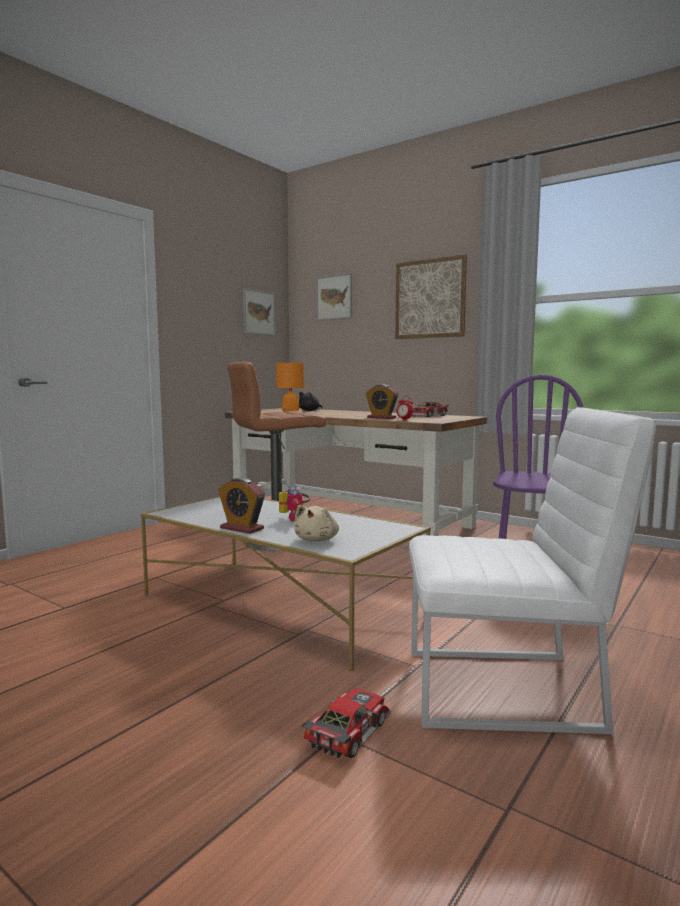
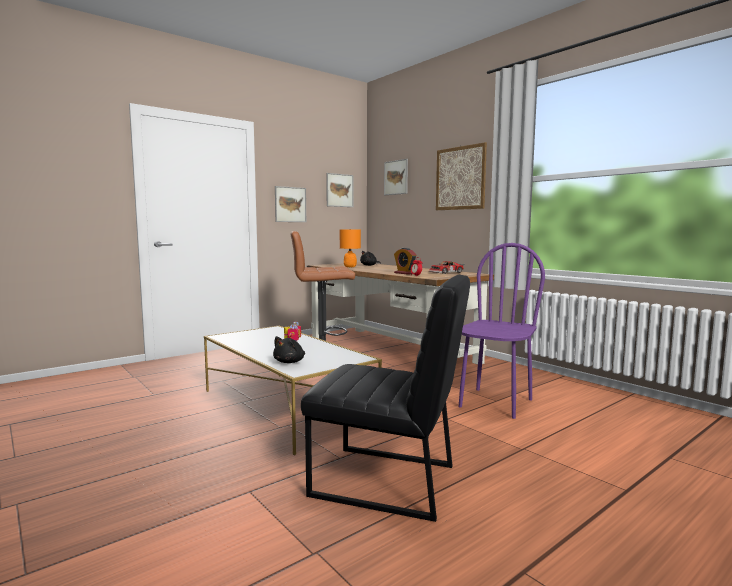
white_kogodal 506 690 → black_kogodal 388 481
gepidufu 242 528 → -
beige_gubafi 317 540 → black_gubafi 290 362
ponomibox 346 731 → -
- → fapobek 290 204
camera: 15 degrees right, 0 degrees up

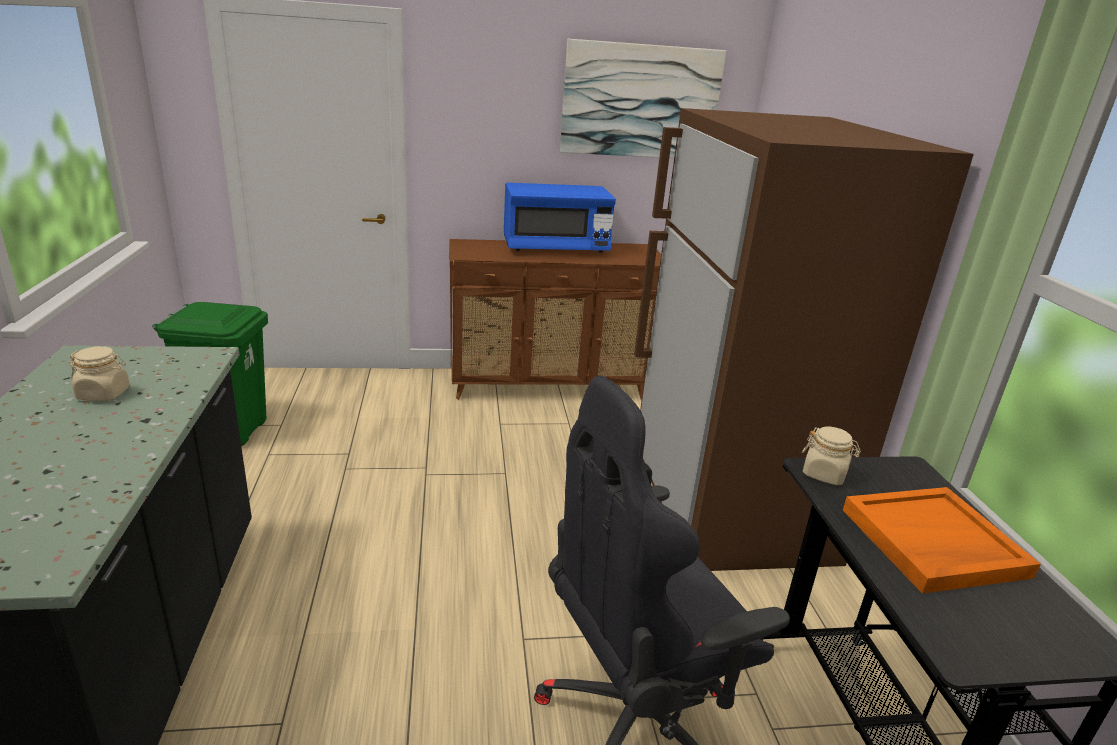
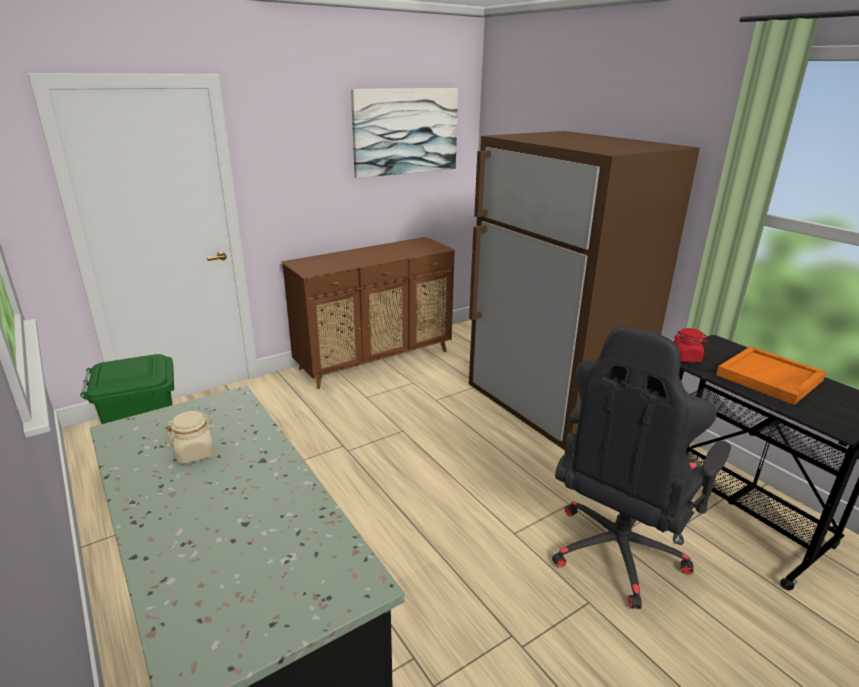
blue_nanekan 555 248 → -
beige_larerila 824 474 → red_larerila 686 358
camera: 25 degrees left, 0 degrees up

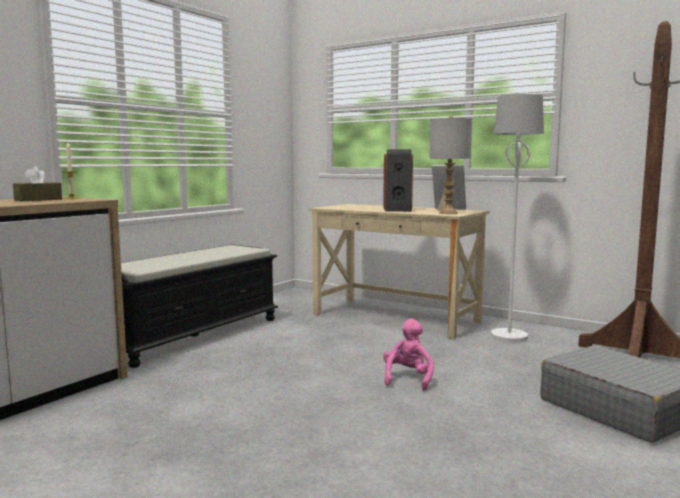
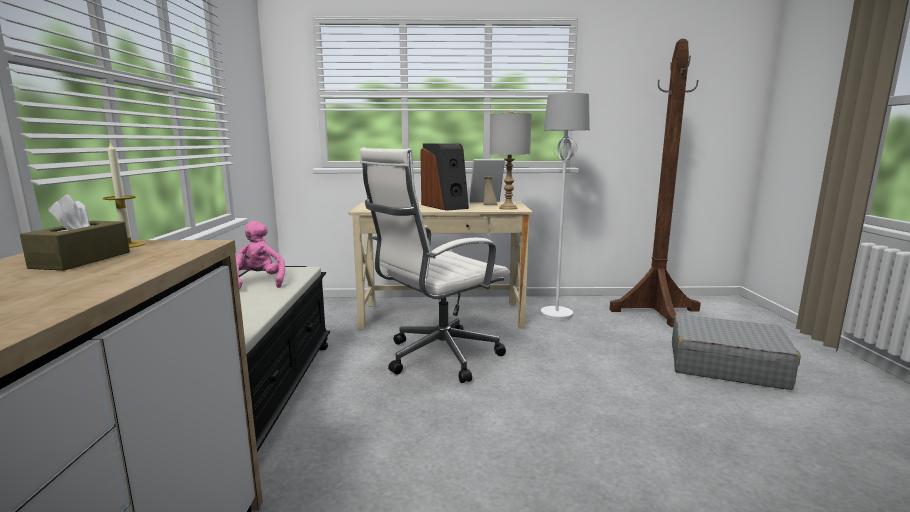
pink_gubafi 408 379 → pink_gubafi 258 282, move
- → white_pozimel 437 357
camera: 35 degrees left, 5 degrees up

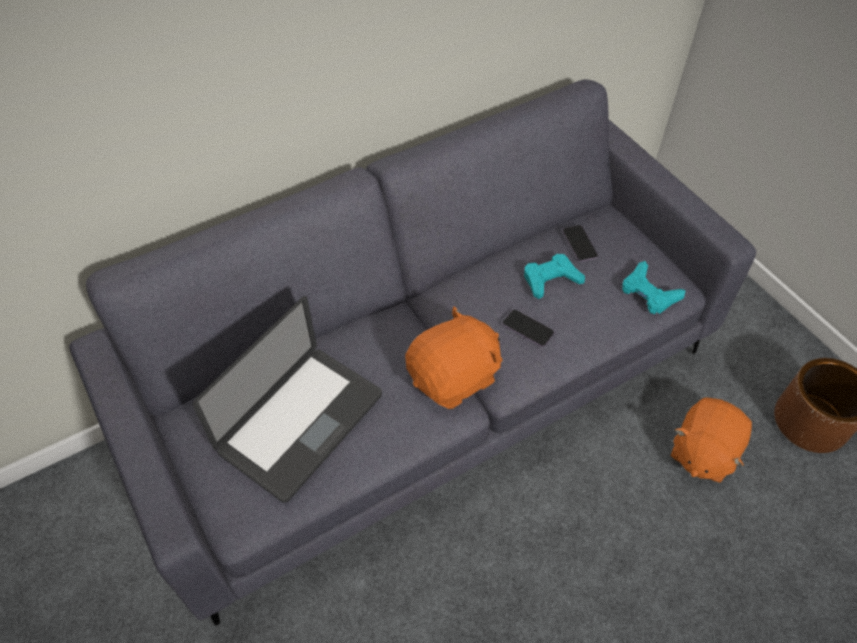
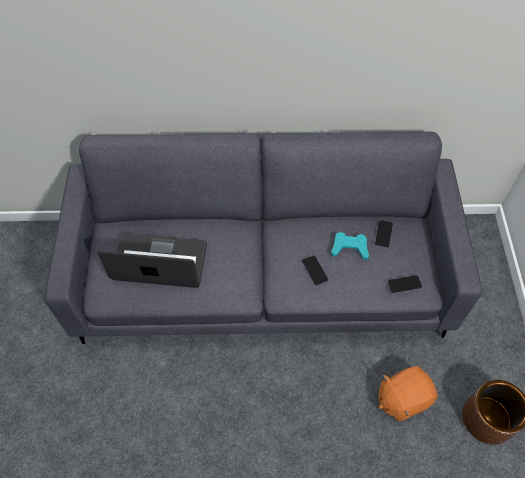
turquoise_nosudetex 649 293 → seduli 404 285
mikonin 301 423 → mikonin 159 262, 150 degrees counterclockwise
orange_gubafi 454 377 → -
camera: 30 degrees right, 5 degrees up

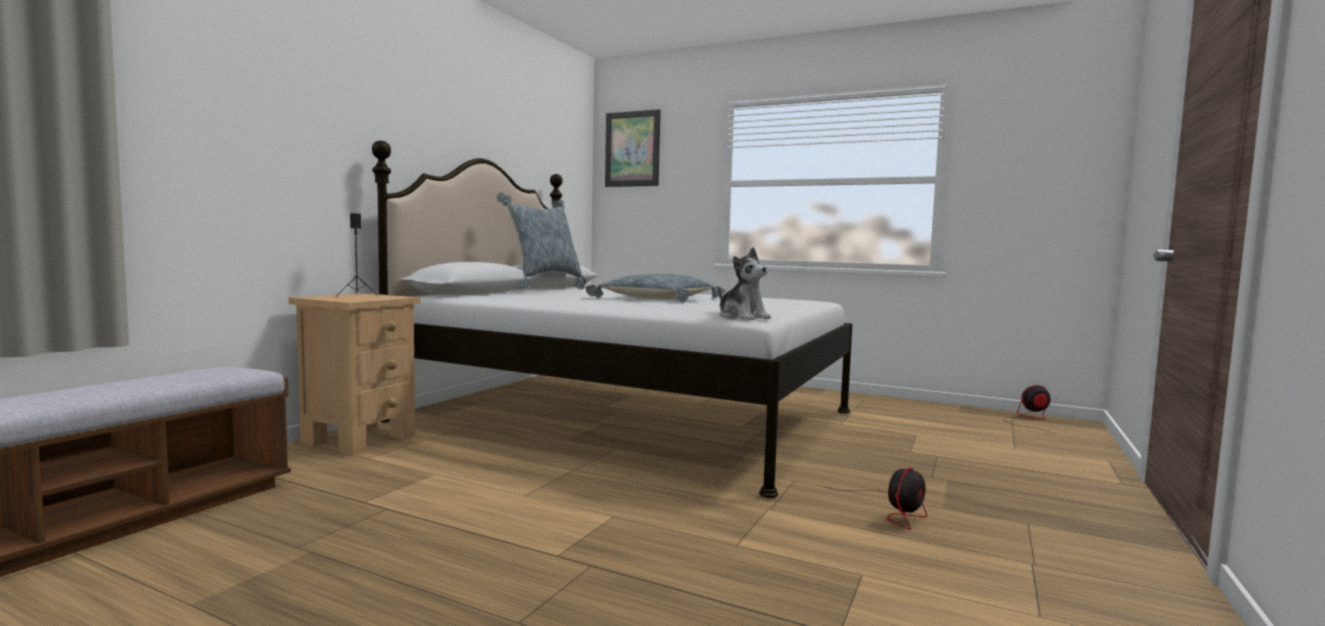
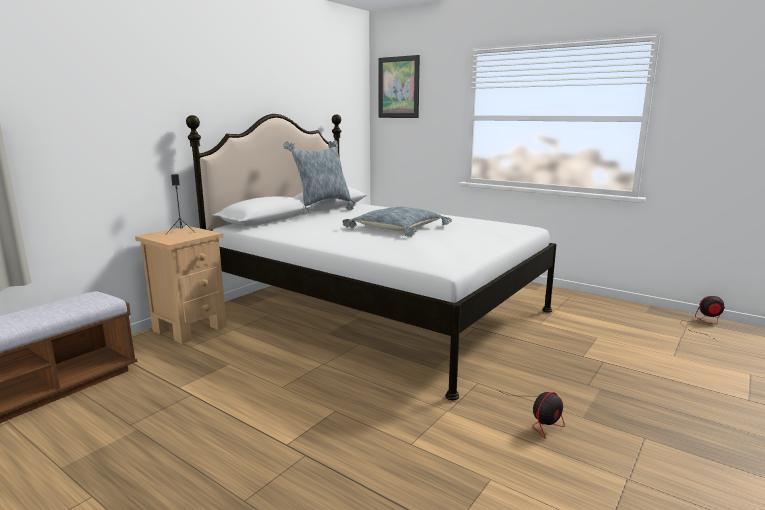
gubafi 742 317 → -
camera: 10 degrees right, 10 degrees up

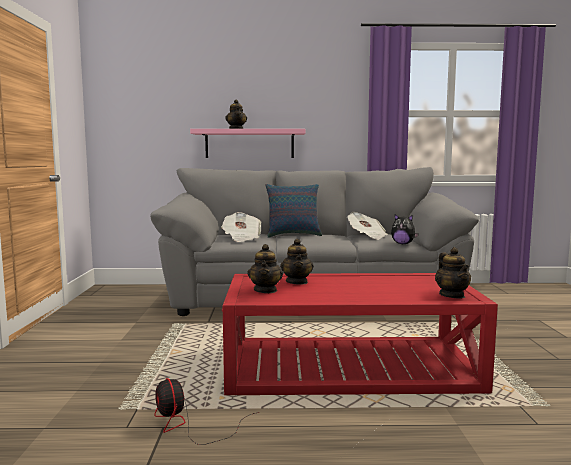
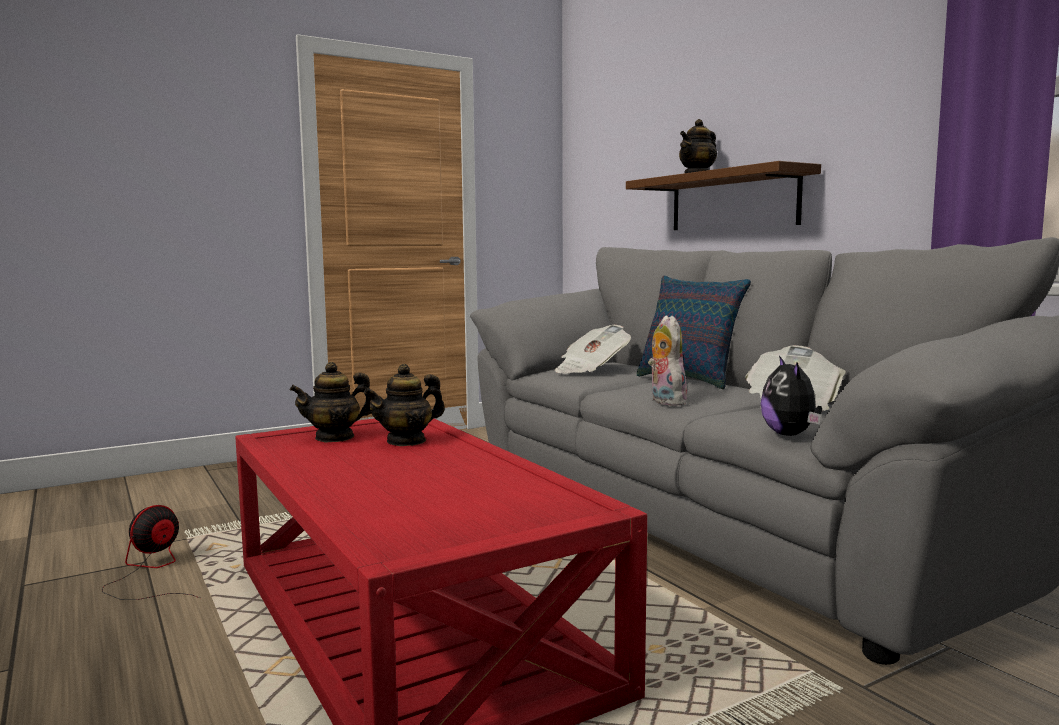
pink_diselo 249 144 → brown_diselo 732 201
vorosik 452 295 → -
- → gubafi 665 401
camera: 60 degrees right, 0 degrees up

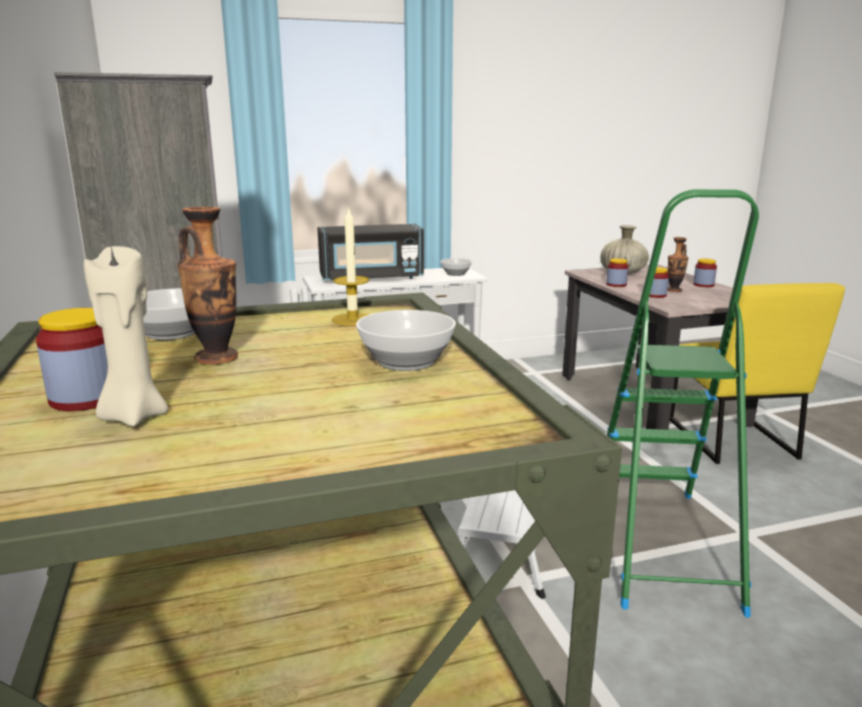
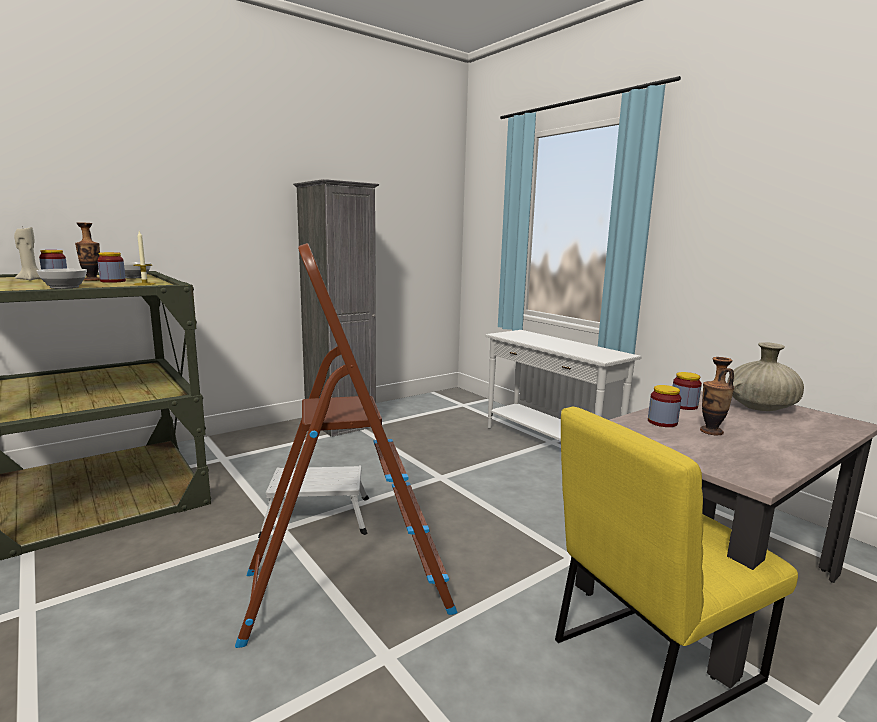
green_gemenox 659 543 → brown_gemenox 349 592
black_nanekan 371 278 → -
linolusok 456 274 → -
larerila 703 285 → larerila 113 281, move
camera: 70 degrees right, 5 degrees down

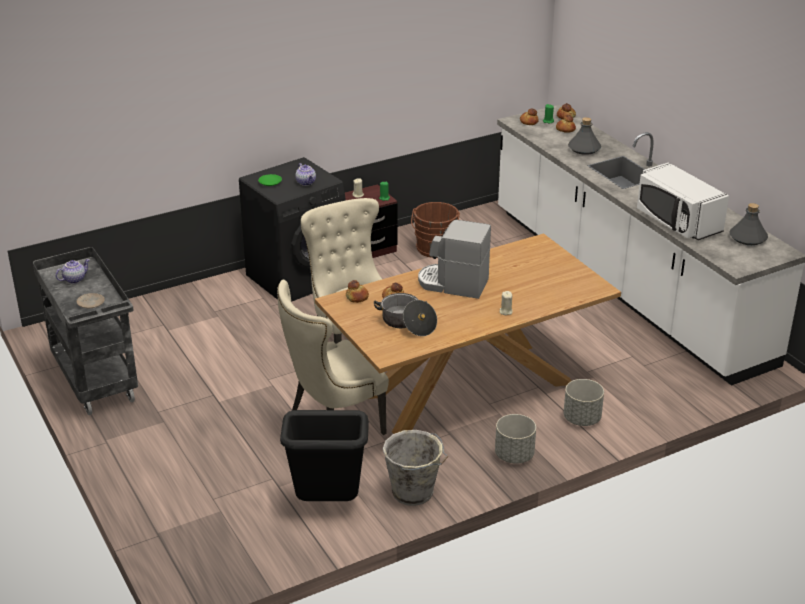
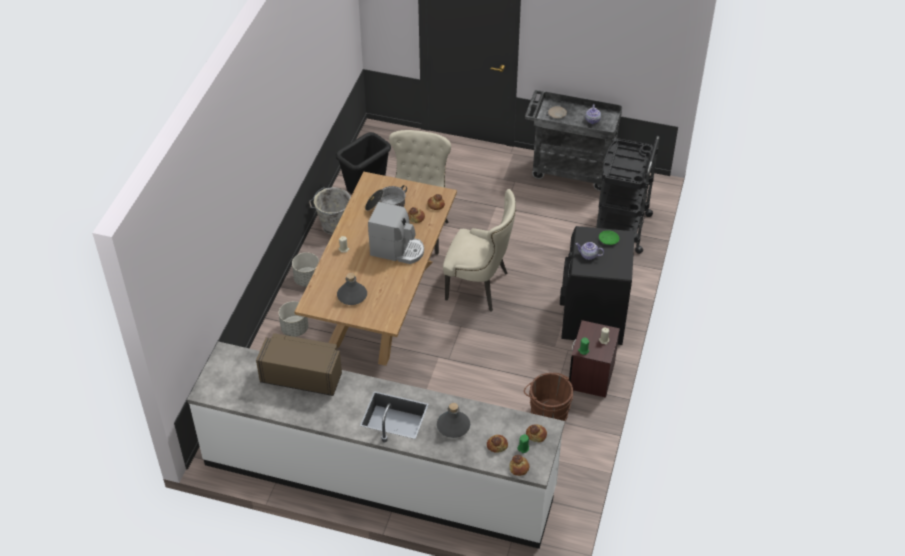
white_nanekan 677 222 → brown_nanekan 302 376
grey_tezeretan 748 238 → grey_tezeretan 352 296, move
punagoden 453 284 → punagoden 397 250, 45 degrees clockwise
- → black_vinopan 620 229
camera: 135 degrees right, 15 degrees up

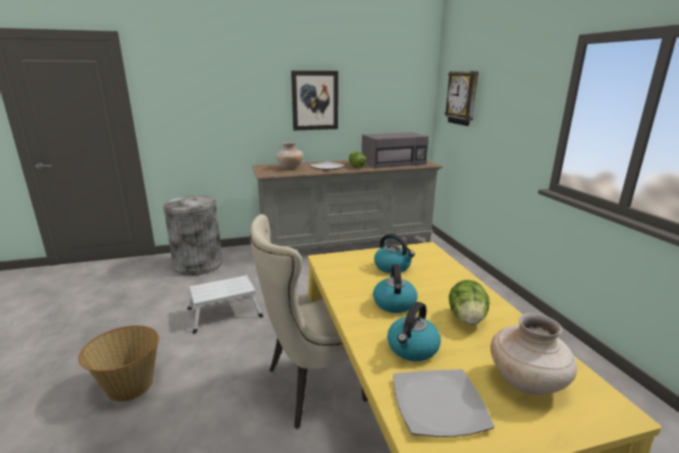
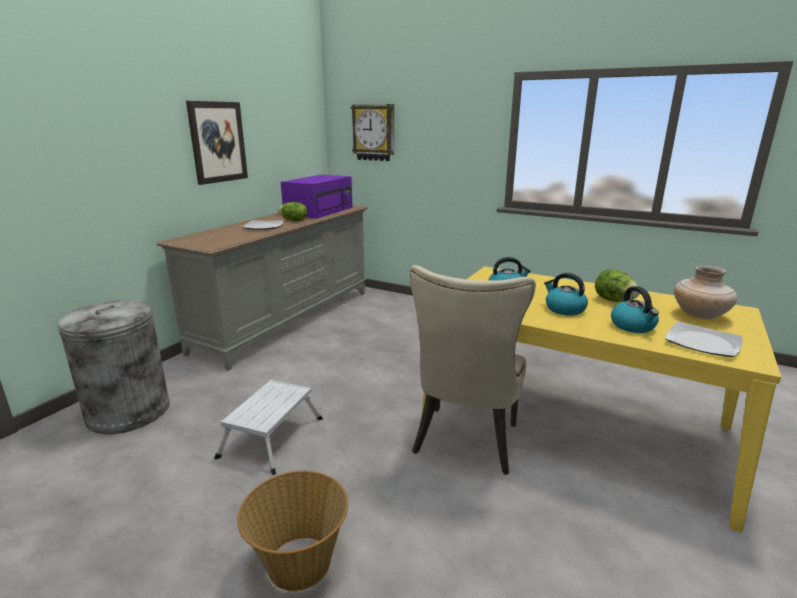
grey_nanekan 394 163 → purple_nanekan 319 211
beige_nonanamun 290 167 → -
camera: 45 degrees left, 0 degrees up

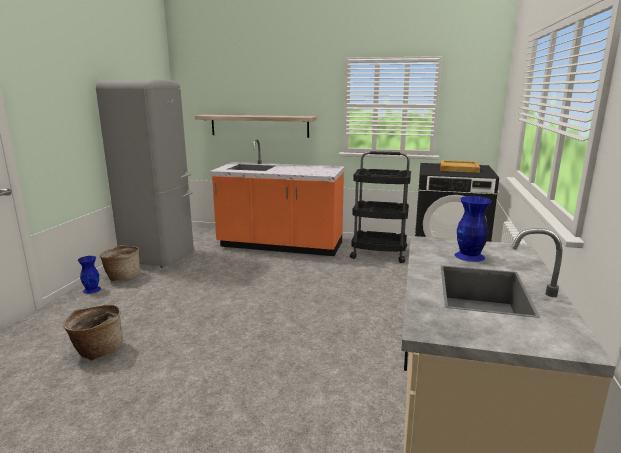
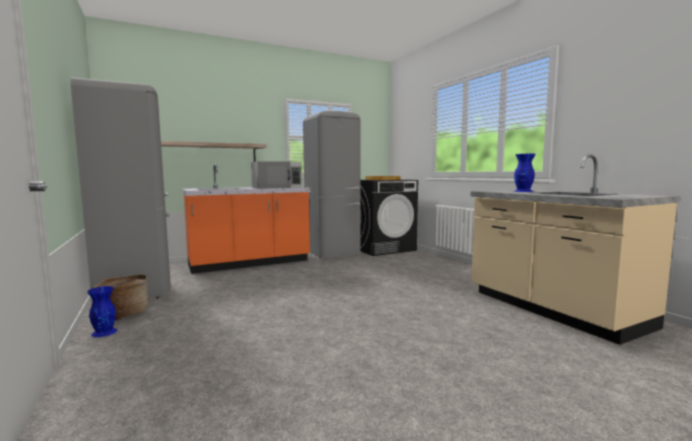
black_vinopan 378 253 → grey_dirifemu 334 253
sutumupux 97 350 → -
- → white_nanekan 277 187
camera: 40 degrees left, 10 degrees down

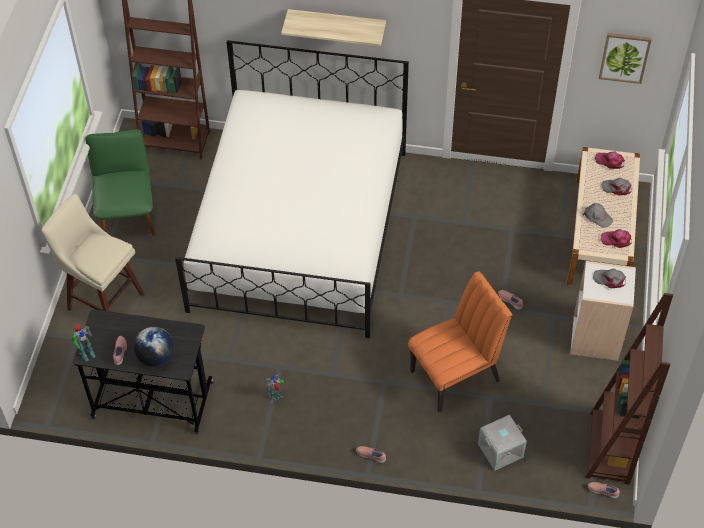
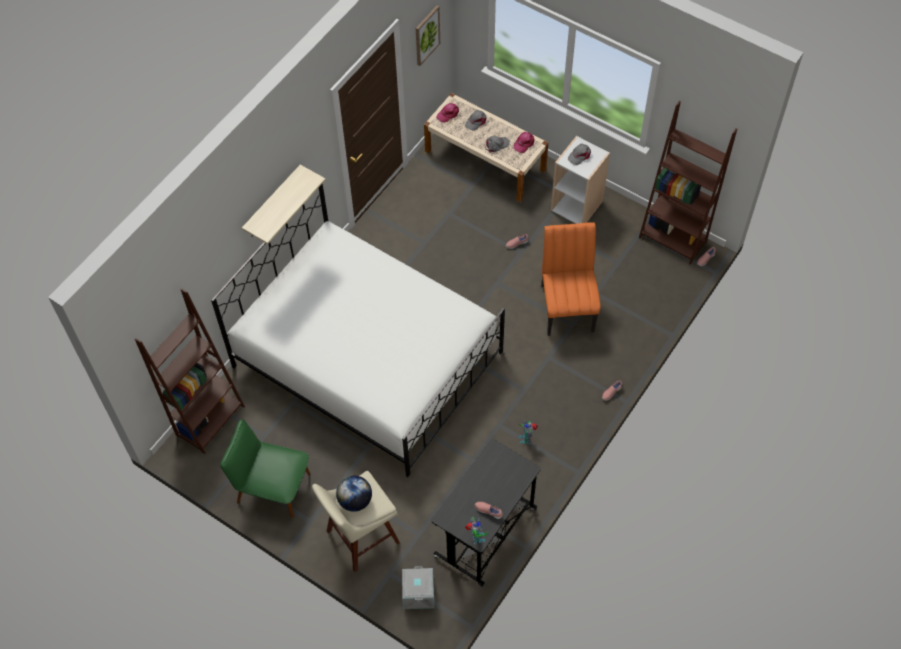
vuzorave 156 357 → vuzorave 355 500, move
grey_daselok 500 450 → grey_daselok 417 593, move
camera: 65 degrees left, 5 degrees up

